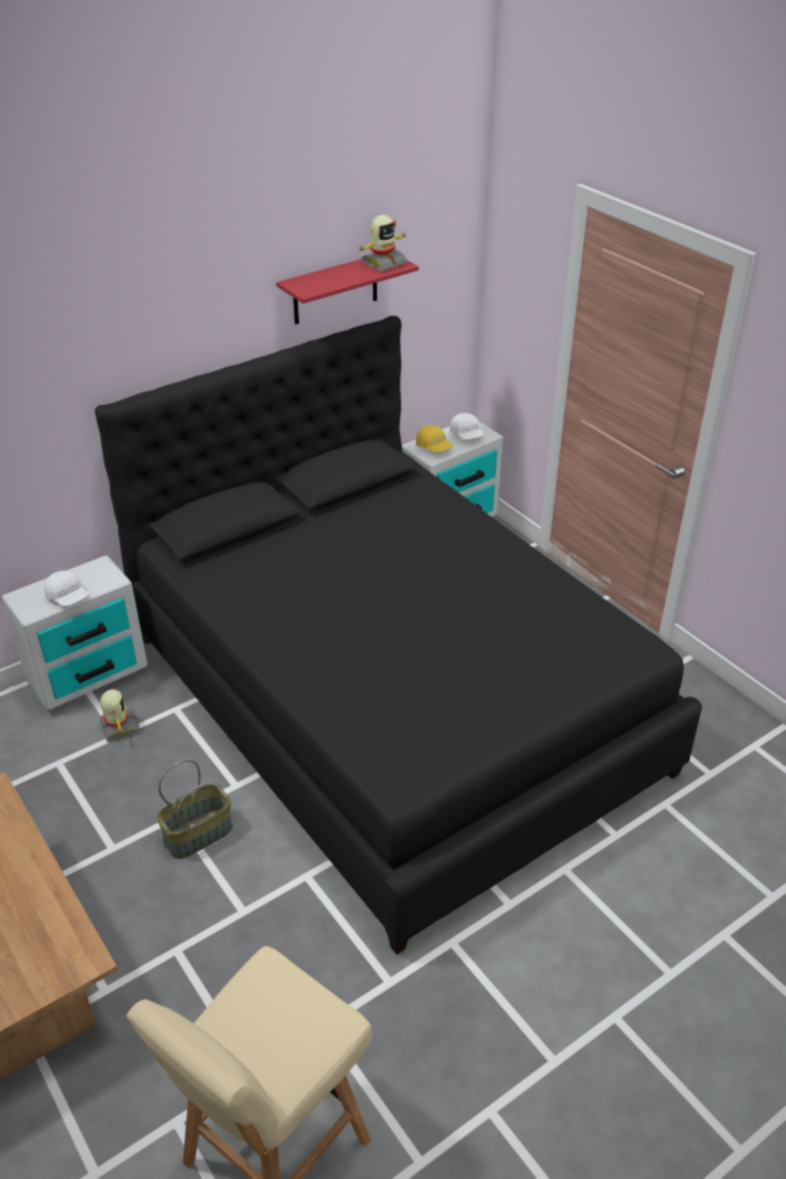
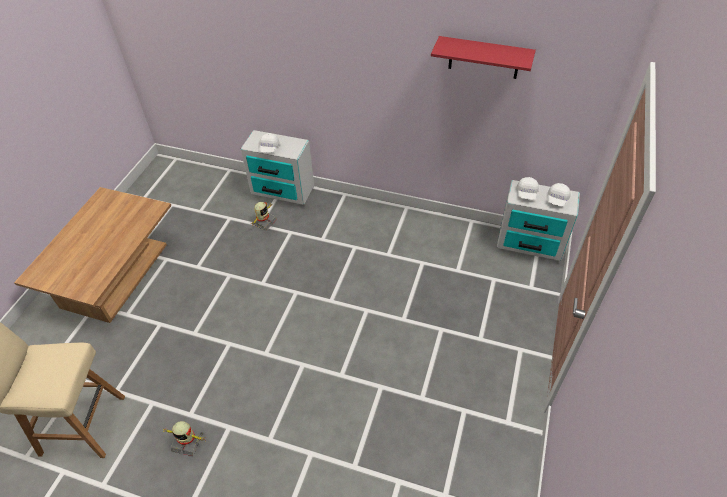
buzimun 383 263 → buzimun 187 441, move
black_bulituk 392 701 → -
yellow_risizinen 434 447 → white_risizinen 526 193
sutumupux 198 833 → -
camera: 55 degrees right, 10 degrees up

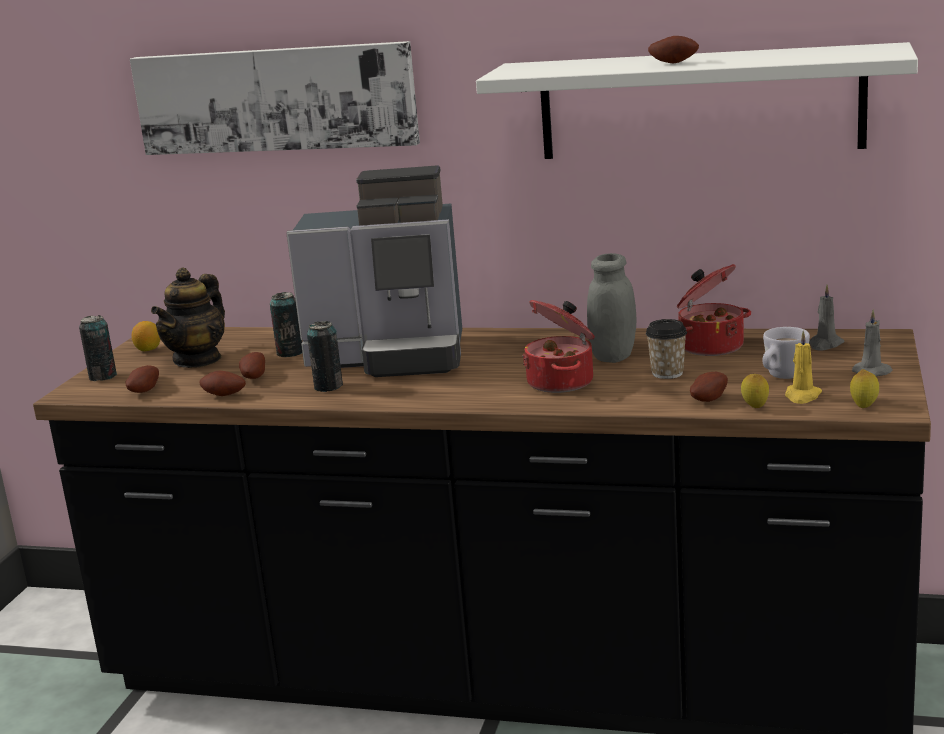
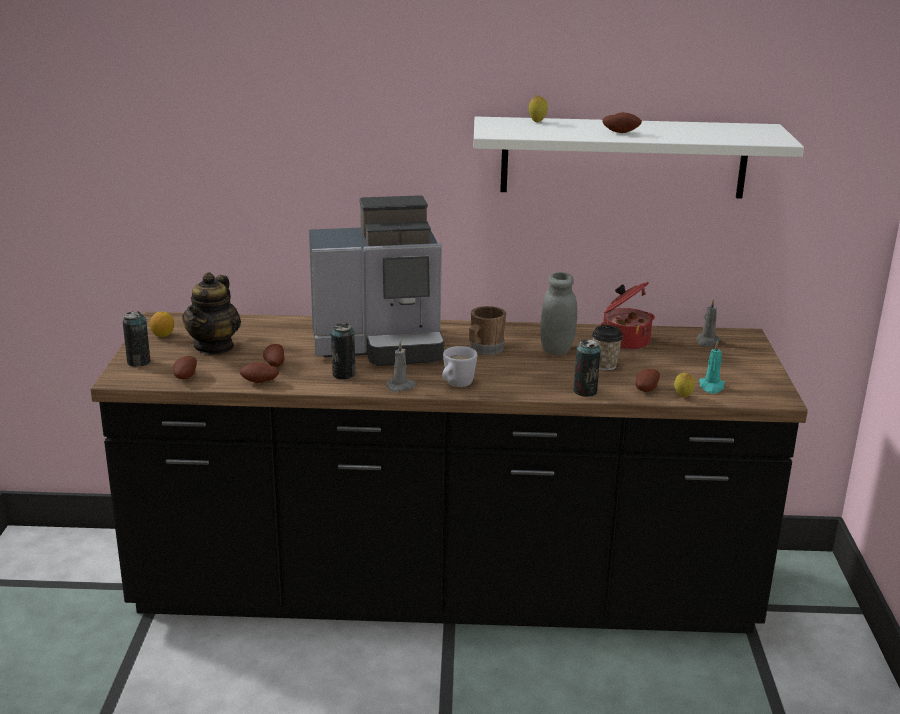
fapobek 275 99 → -
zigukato 290 353 → zigukato 585 391, move
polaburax 562 382 → -
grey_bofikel 873 372 → grey_bofikel 401 387, move
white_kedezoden 781 377 → white_kedezoden 456 385, move
yellow_bofikel 802 396 → turquoise_bofikel 711 387
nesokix 864 406 → nesokix 537 121, move
- → brown_kedezoden 484 349
camera: 15 degrees left, 5 degrees up

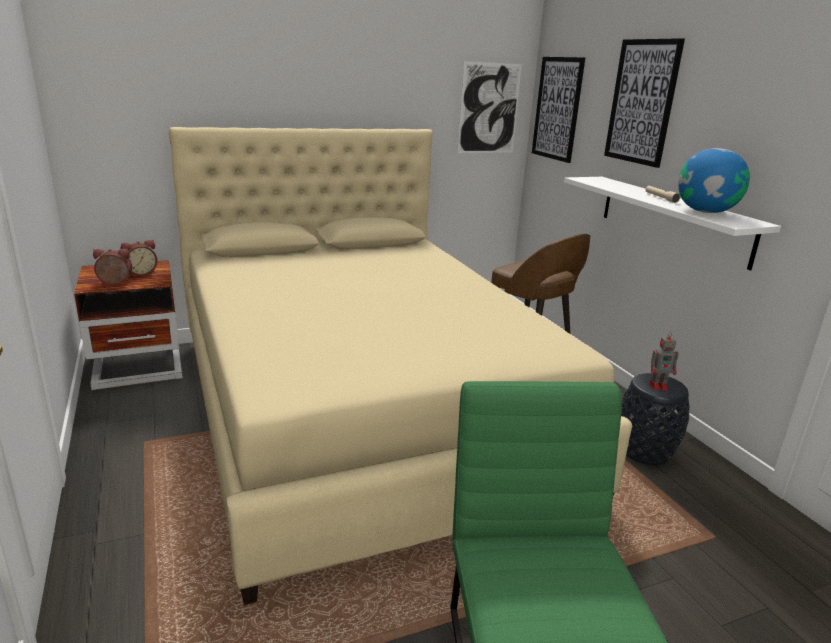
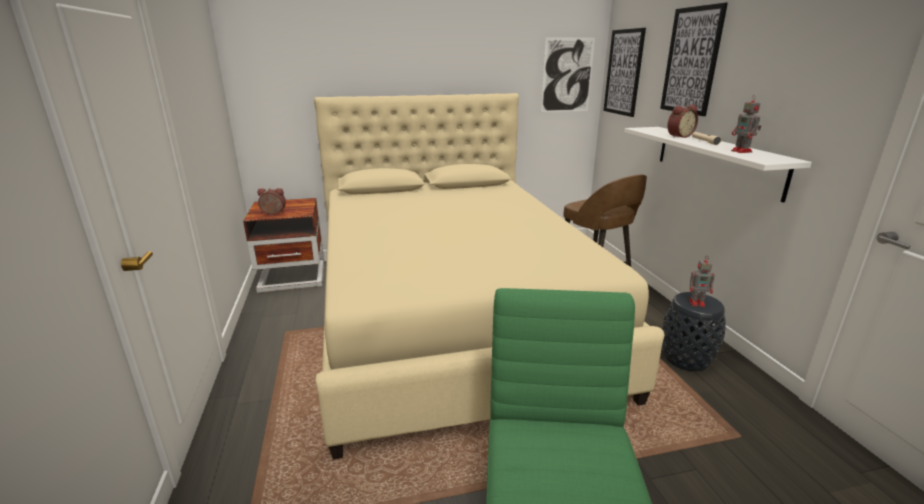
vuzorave 705 212 → buzimun 742 151
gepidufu 141 273 → gepidufu 678 136, move
camera: 10 degrees right, 0 degrees up

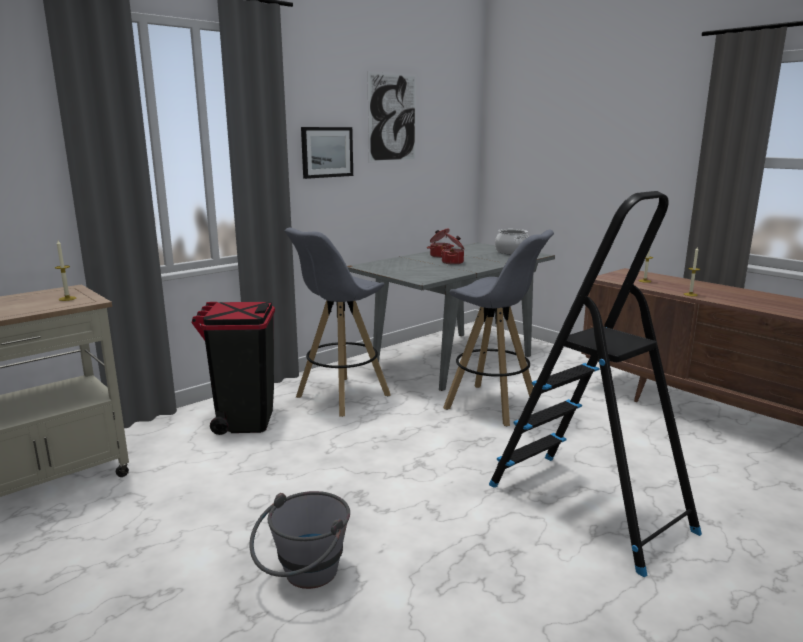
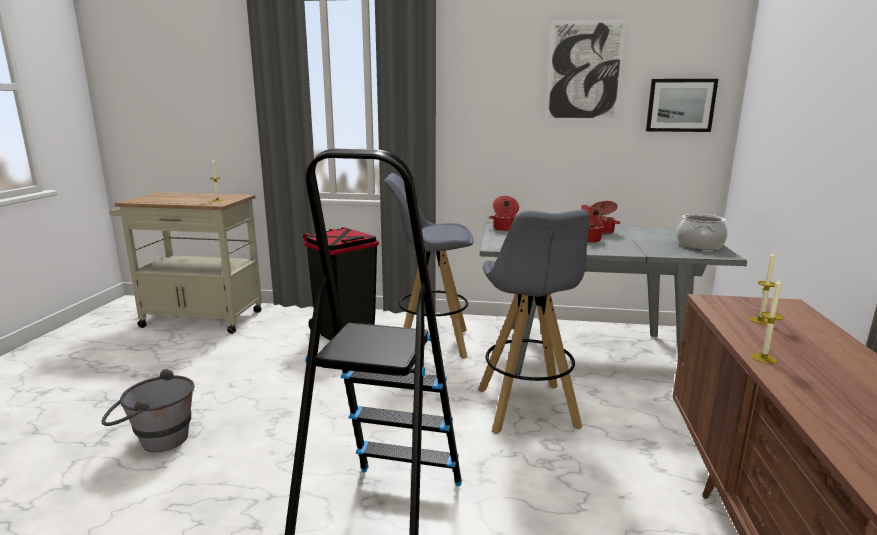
fapobek 327 152 → fapobek 680 105, move
- → polaburax 504 229
camera: 50 degrees right, 0 degrees up

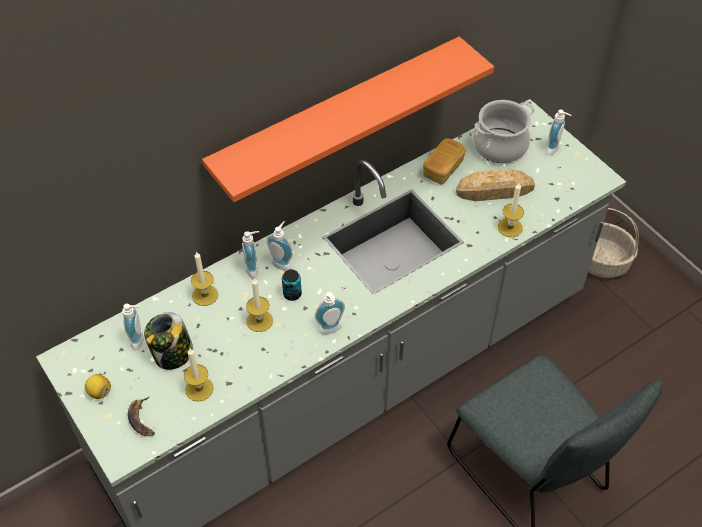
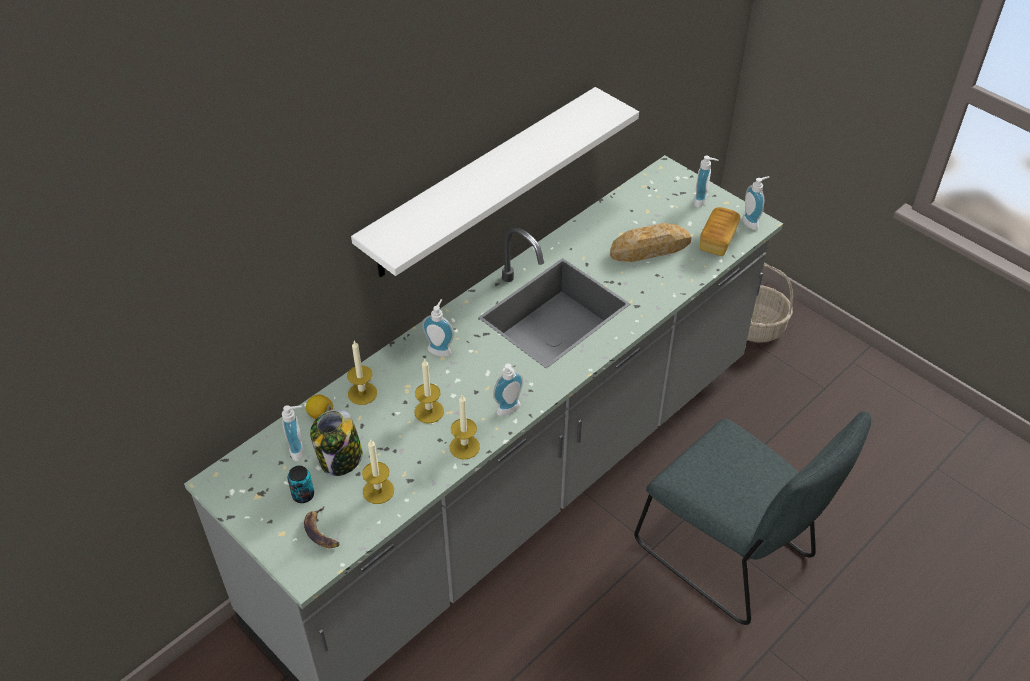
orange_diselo 337 117 → white_diselo 482 183
polaburax 500 146 → -
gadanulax 443 169 → gadanulax 717 240, move
bofikel 510 227 → bofikel 464 447, move
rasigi 254 268 → rasigi 752 222, move
zigukato 292 294 → zigukato 303 495, move
nesokix 99 392 → nesokix 320 414, move
camera: 10 degrees left, 5 degrees down

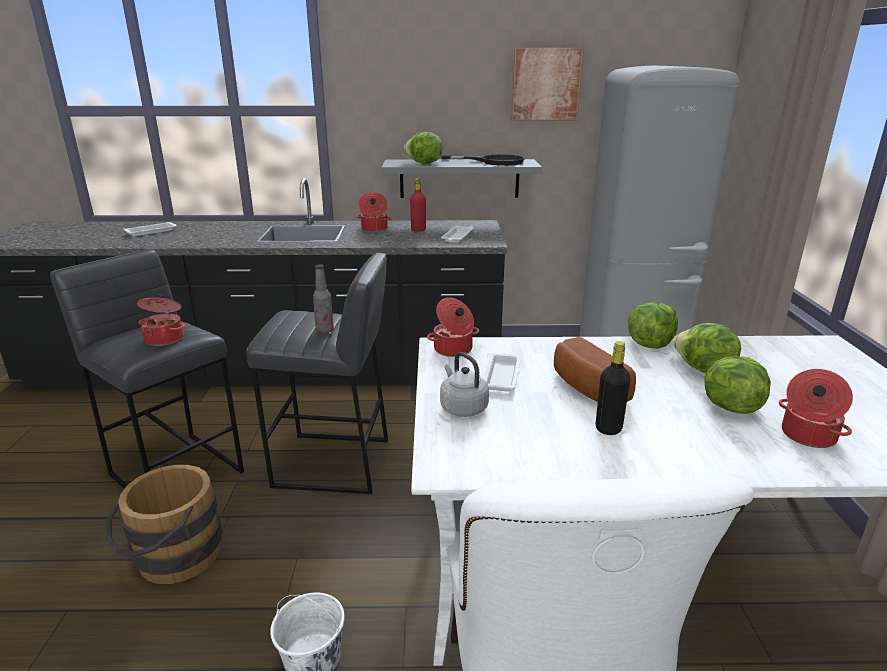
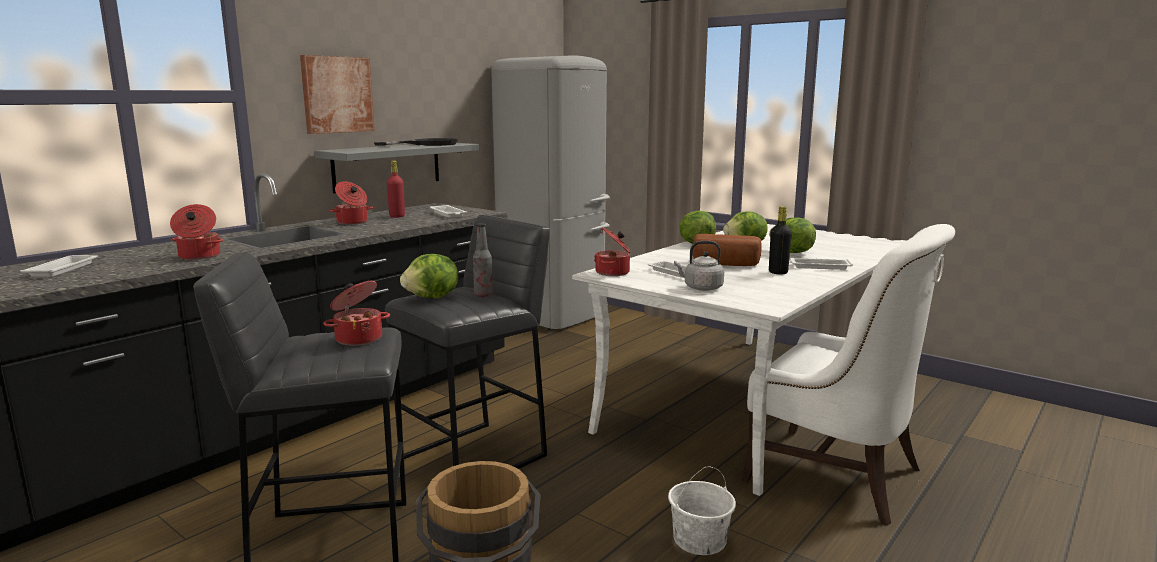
fapobek 545 84 → fapobek 337 94, move
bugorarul 424 163 → bugorarul 432 298, move
polaburax 807 436 → polaburax 199 256, move
- → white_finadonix 818 267
camera: 50 degrees left, 10 degrees down

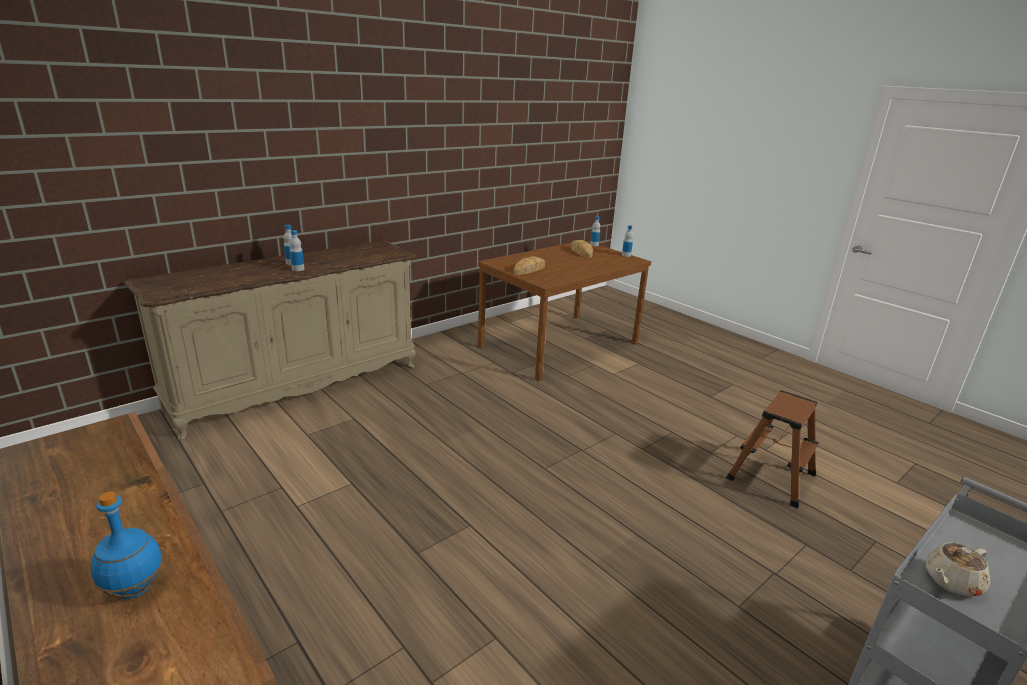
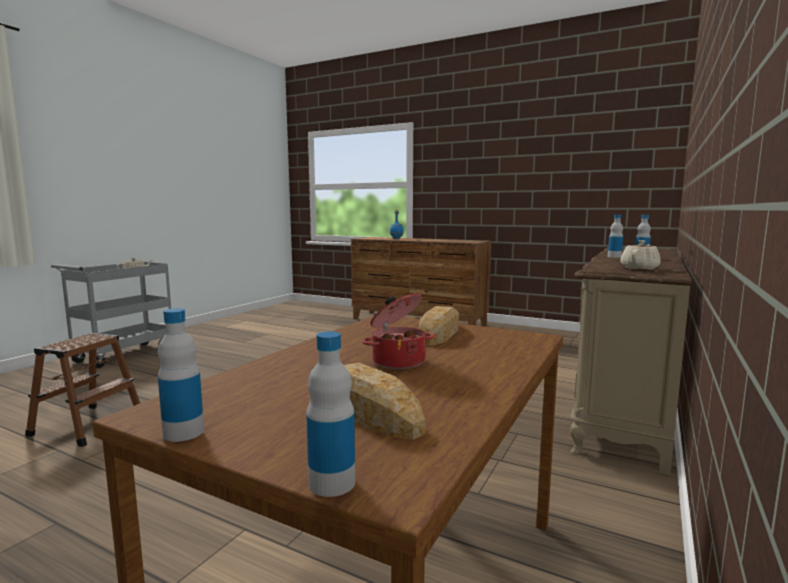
- → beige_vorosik 639 268
- → polaburax 398 361
camera: 160 degrees right, 15 degrees down

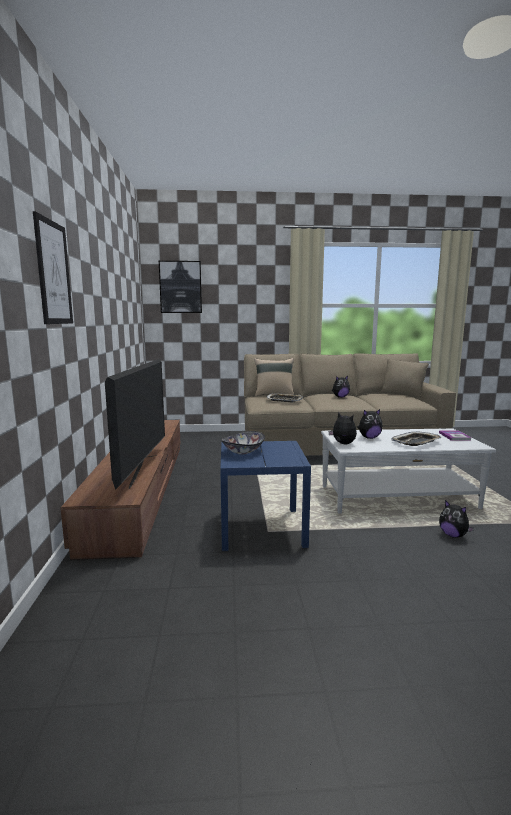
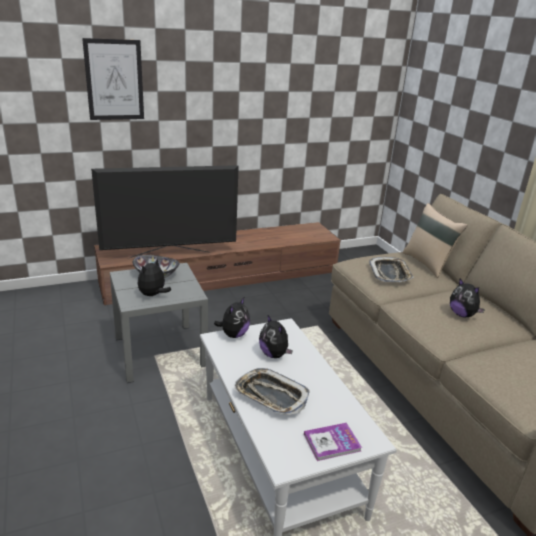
fapobek 180 287 → -
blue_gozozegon 261 528 → grey_gozozegon 160 351
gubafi 453 535 → gubafi 153 295, move
camera: 70 degrees right, 15 degrees up

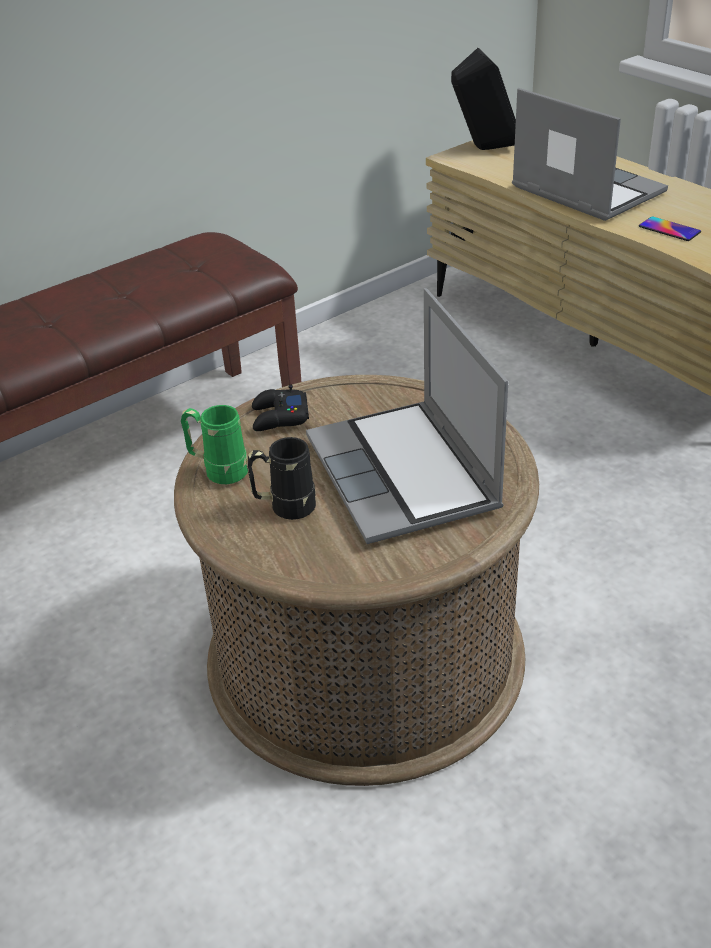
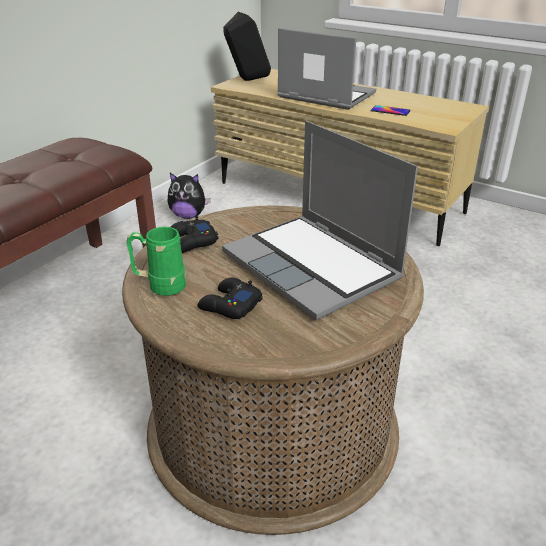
black_kedezoden 284 508 → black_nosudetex 229 305
- → gubafi 188 215
camera: 20 degrees left, 5 degrees down

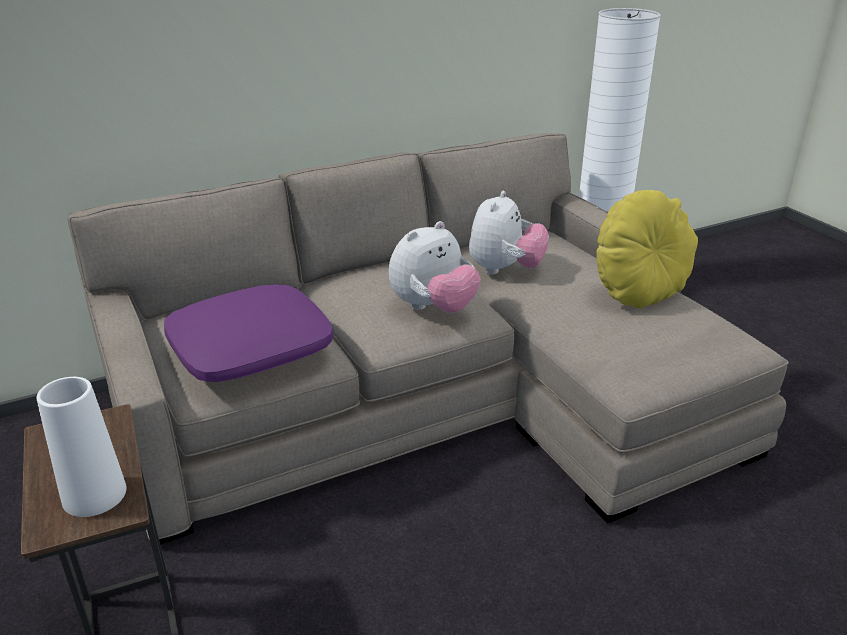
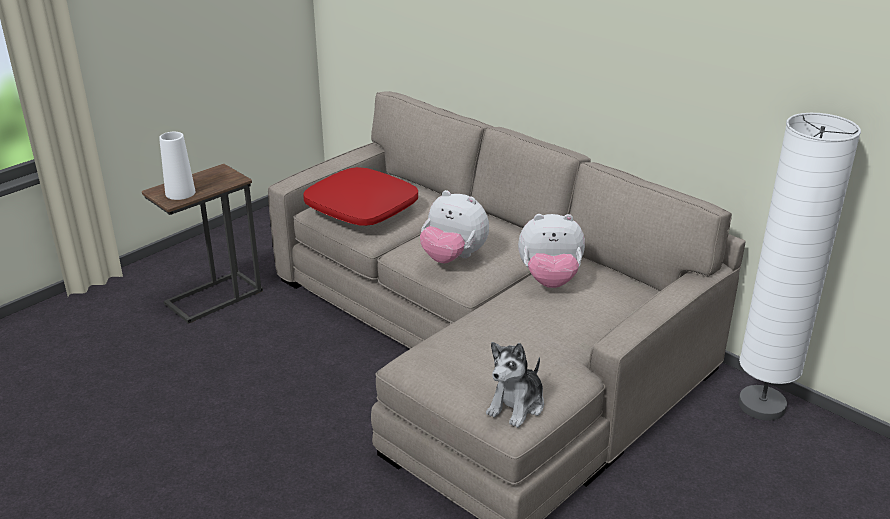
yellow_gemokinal 639 296 → -
purple_gemokinal 251 347 → red_gemokinal 362 208
- → gubafi 517 405
camera: 70 degrees right, 0 degrees up

